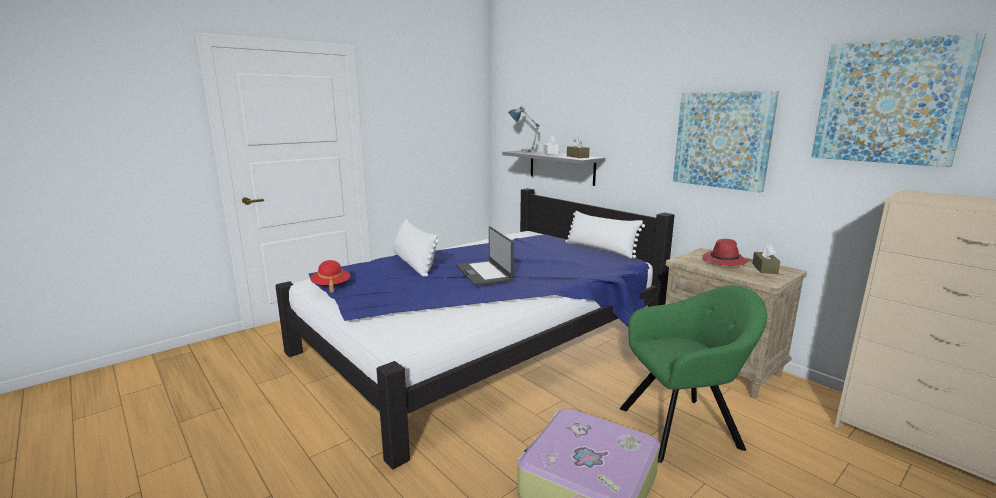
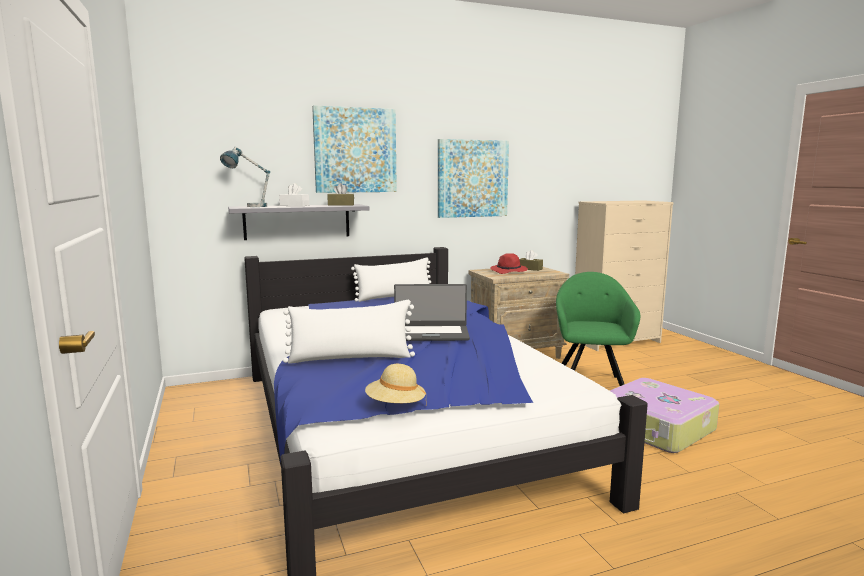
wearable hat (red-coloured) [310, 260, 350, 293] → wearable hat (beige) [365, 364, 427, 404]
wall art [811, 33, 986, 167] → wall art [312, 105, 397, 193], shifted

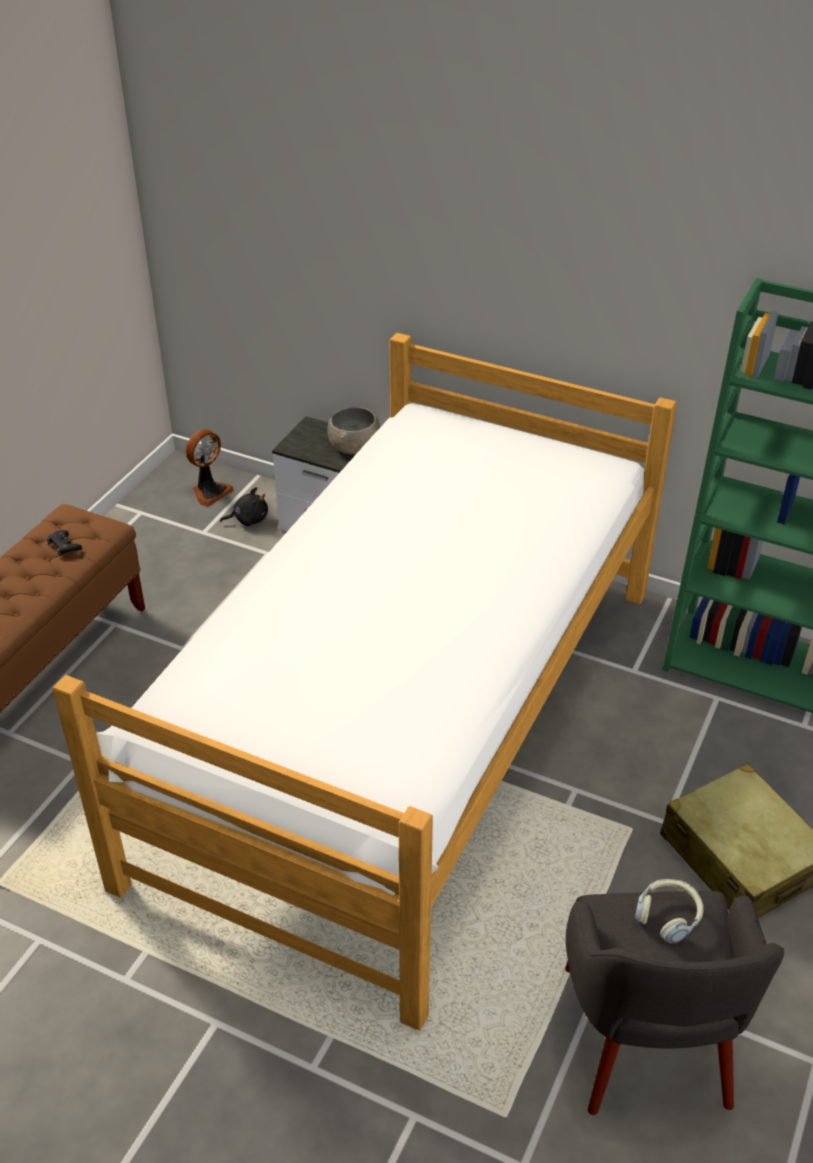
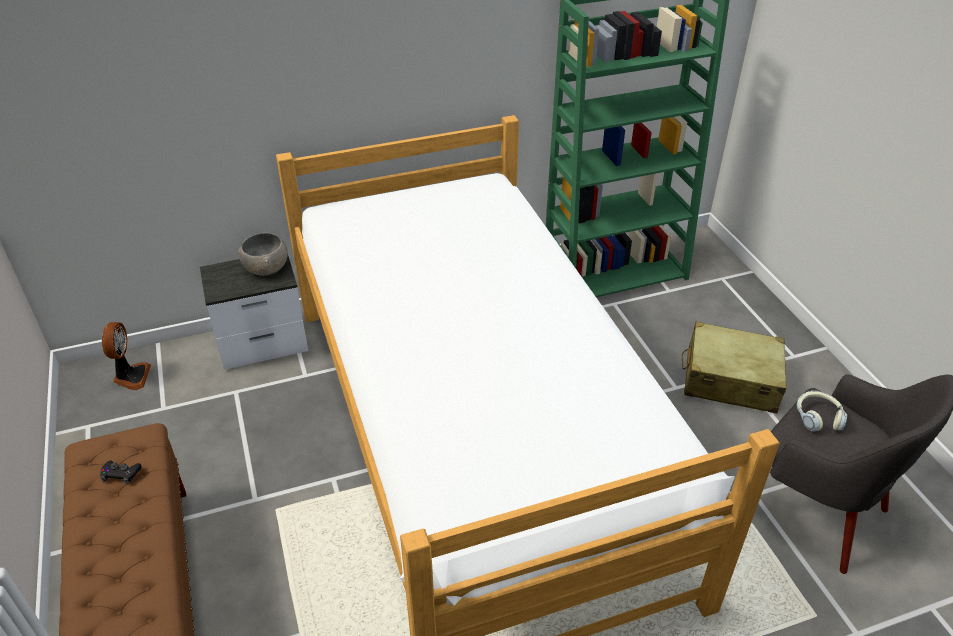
cuddly toy (blackish) [220, 487, 268, 526] → -

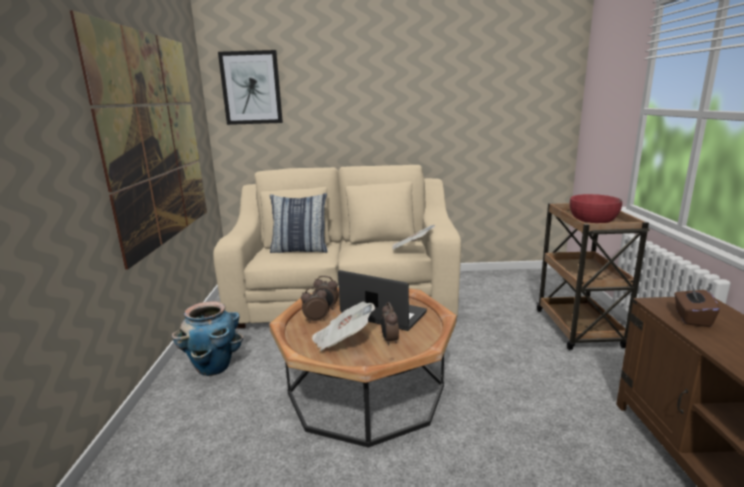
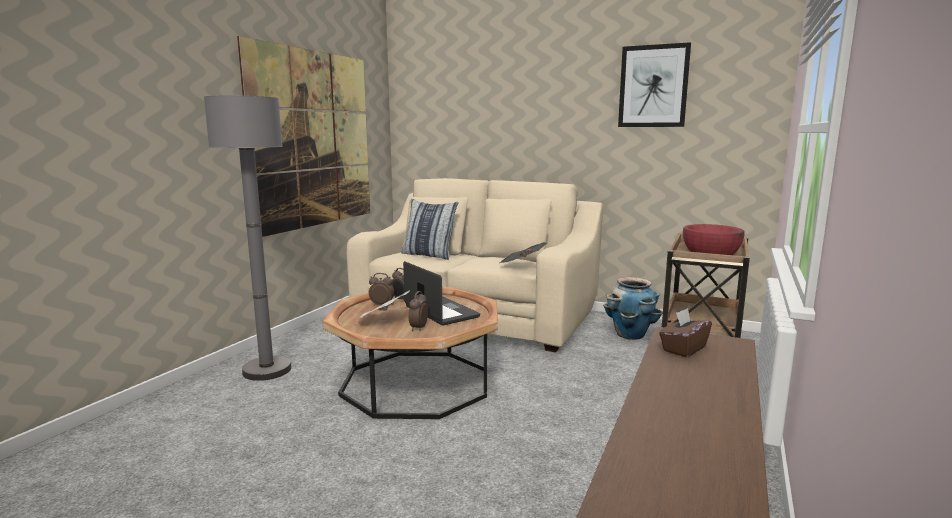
planter [172, 301, 243, 376] → planter [603, 277, 663, 340], shifted
wall art [218, 50, 283, 125] → wall art [618, 42, 691, 127], shifted
- → floor lamp (greyish) [204, 95, 291, 381]

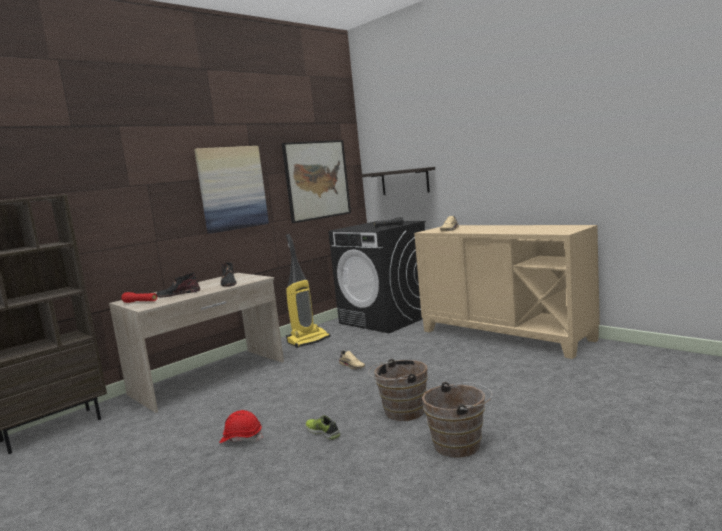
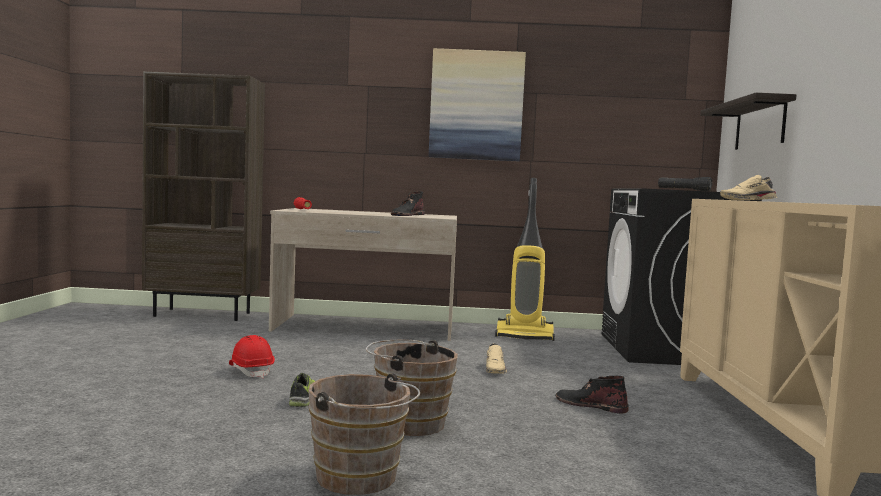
high-top boot (blackish) [156, 272, 200, 298] → high-top boot (blackish) [556, 375, 629, 413], shifted
wall art [282, 140, 351, 223] → -

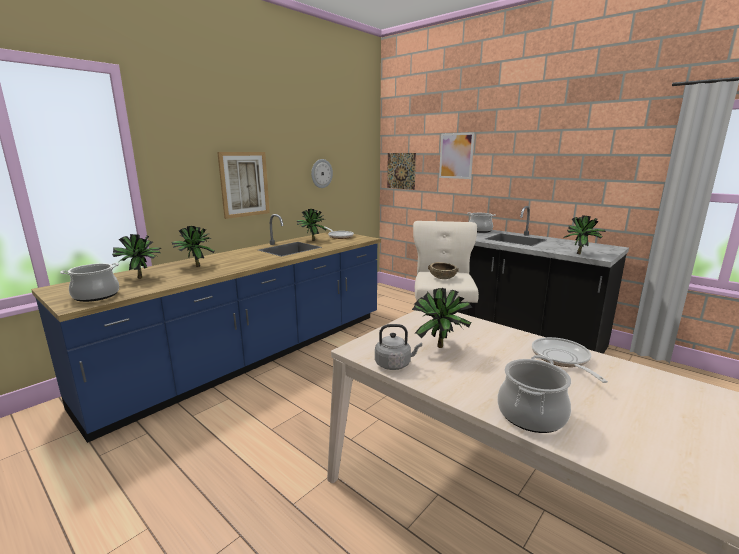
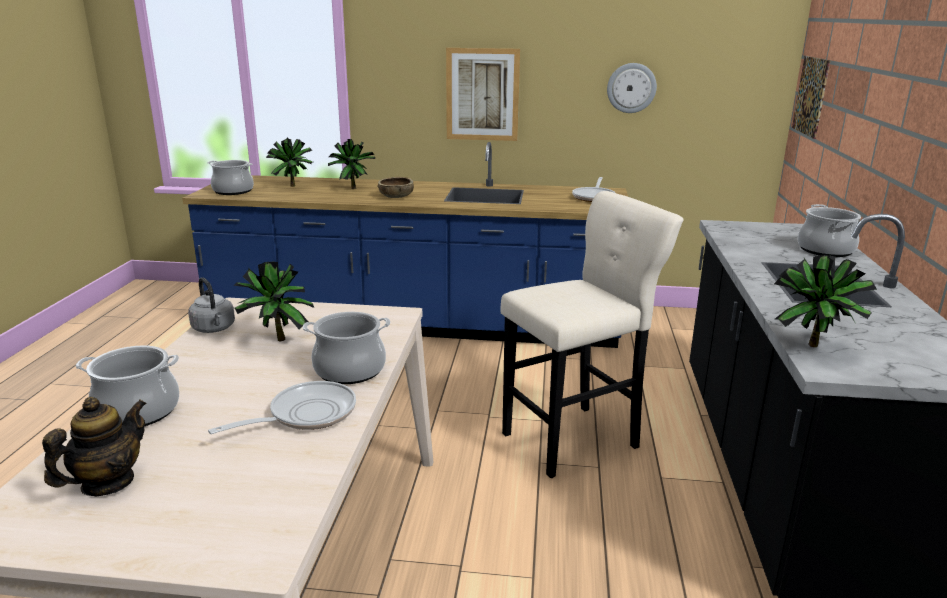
plant in a pot [296, 209, 327, 241] → -
serving bowl (brown-coloured) [428, 262, 459, 279] → serving bowl (brown-coloured) [377, 177, 414, 198], shifted
wall art [439, 132, 475, 179] → -
- → teapot [42, 397, 147, 496]
- → stockpot [303, 312, 390, 384]

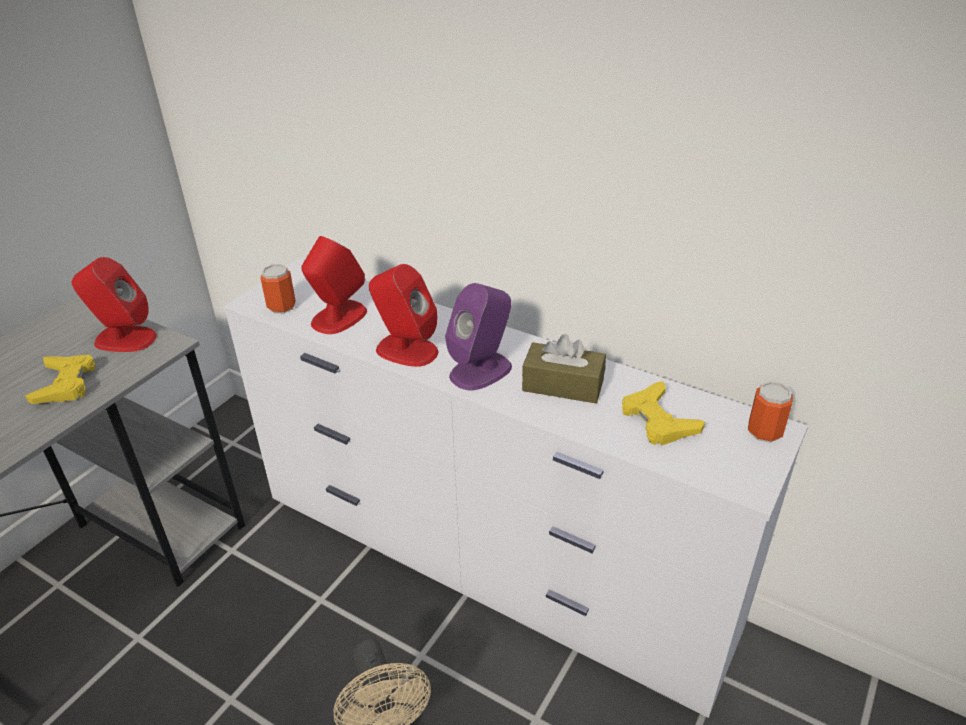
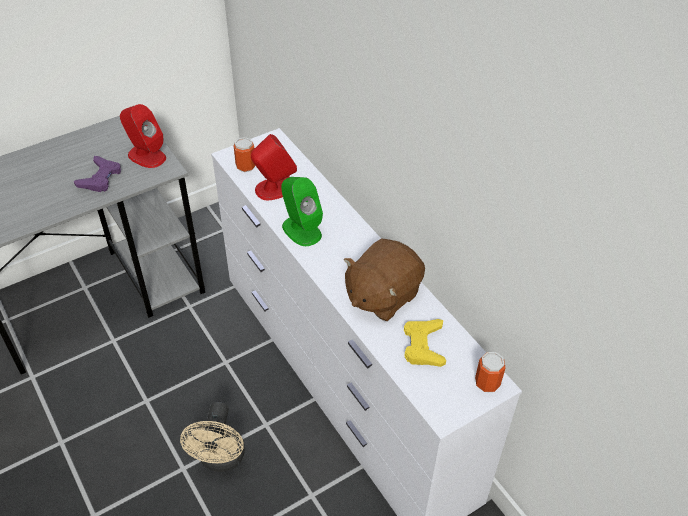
gamepad (yellowish) [25, 355, 95, 404] → gamepad (purple) [74, 156, 121, 192]
loudspeaker (red-coloured) [369, 264, 438, 367] → loudspeaker (green-coloured) [281, 177, 323, 246]
loudspeaker (purple) [445, 283, 512, 390] → -
box of tissues (brown-coloured) [522, 334, 606, 403] → cuddly toy (brown-coloured) [344, 239, 425, 321]

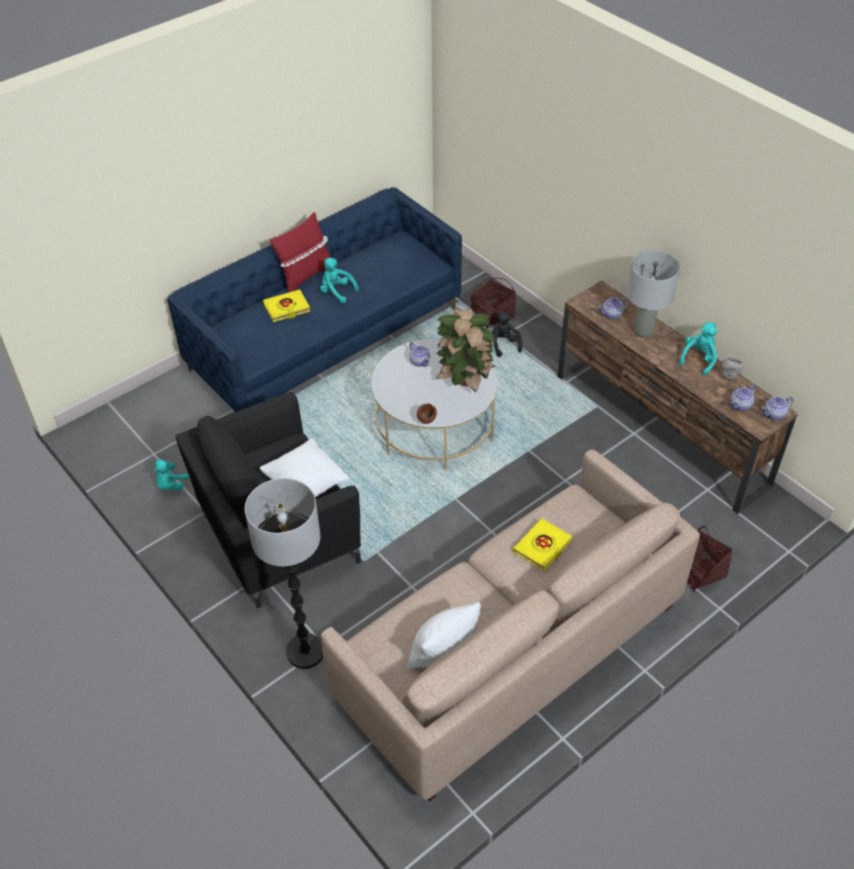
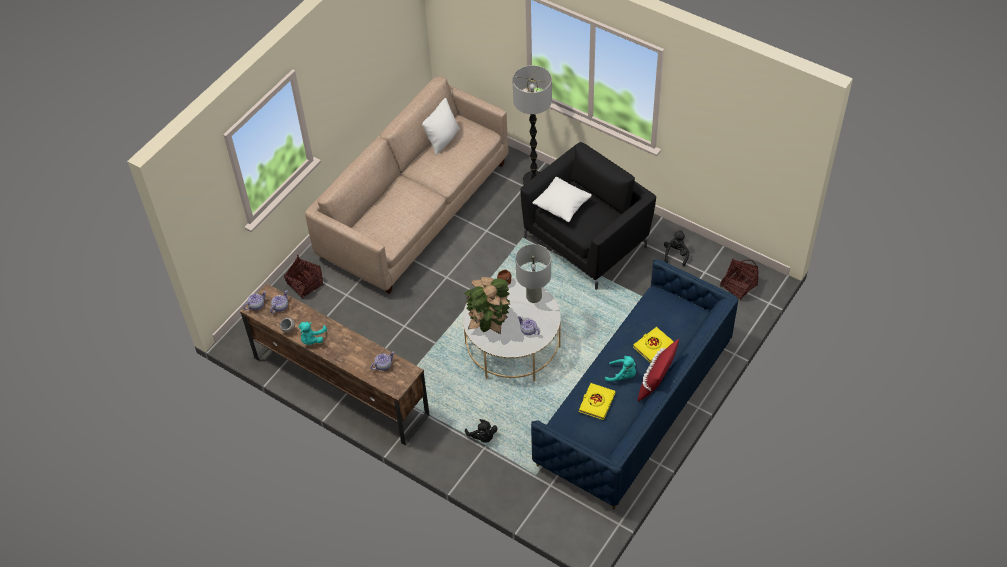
cuddly toy (turquoise) [153, 460, 190, 490] → cuddly toy (blackish) [664, 230, 689, 266]
household basket [471, 278, 516, 328] → household basket [720, 258, 758, 300], shifted
bound book (yellowish) [513, 518, 572, 571] → bound book (yellowish) [579, 383, 616, 420], shifted
table lamp (greyish) [627, 250, 680, 338] → table lamp (greyish) [515, 244, 551, 303], shifted

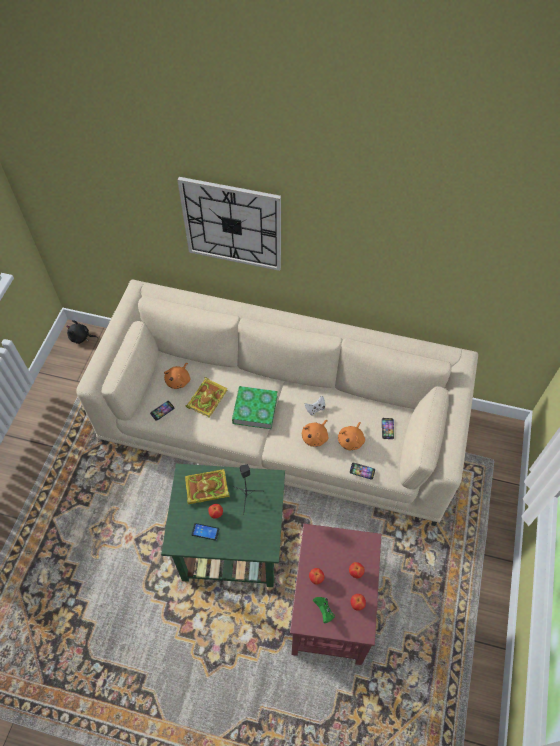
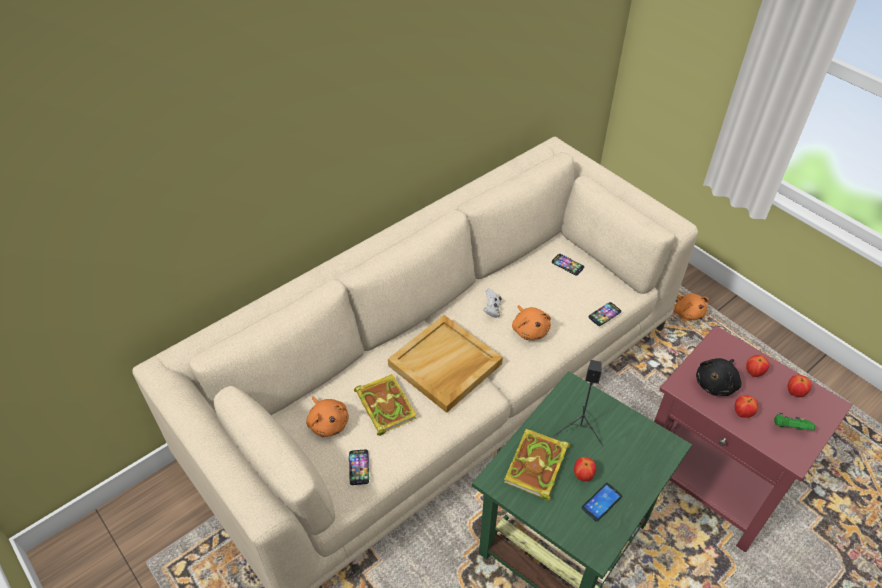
cuddly toy (blackish) [66, 320, 98, 344] → cuddly toy (blackish) [696, 358, 742, 396], shifted
hanging clock [177, 177, 281, 271] → -
bound book [232, 386, 278, 429] → tray (beige) [388, 315, 503, 413]
cuddly toy (orange) [338, 422, 365, 450] → cuddly toy (orange) [675, 293, 709, 320], shifted

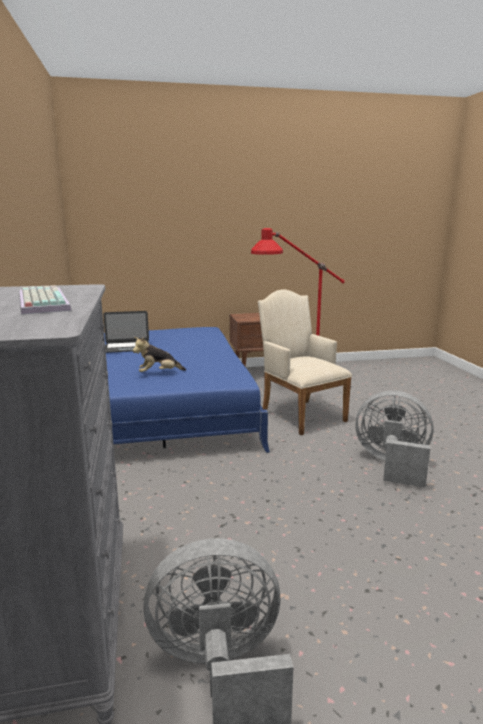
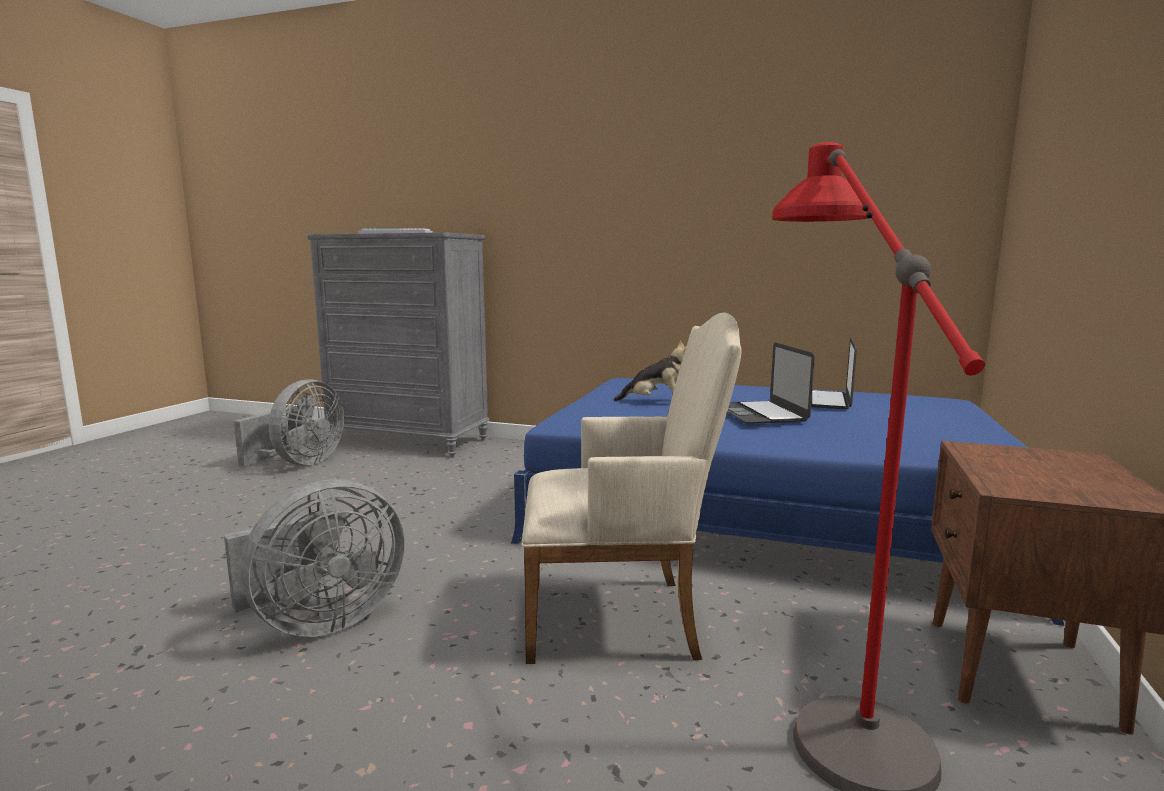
cuddly toy [133, 337, 186, 372] → cuddly toy [613, 341, 687, 401], 90 degrees clockwise
- → portable computer [727, 342, 815, 424]

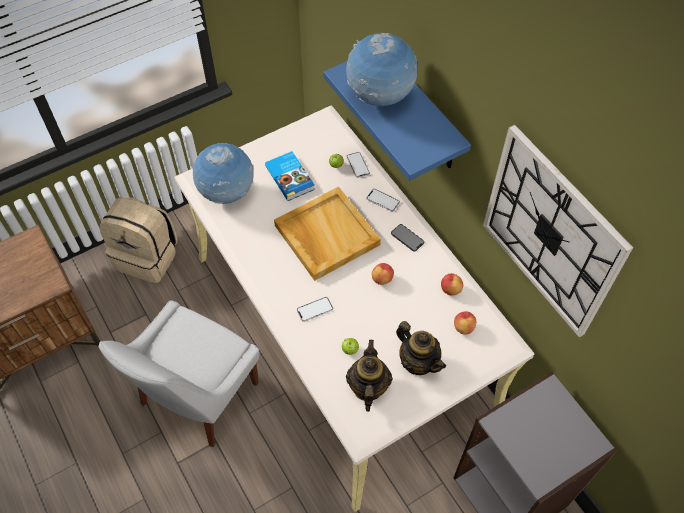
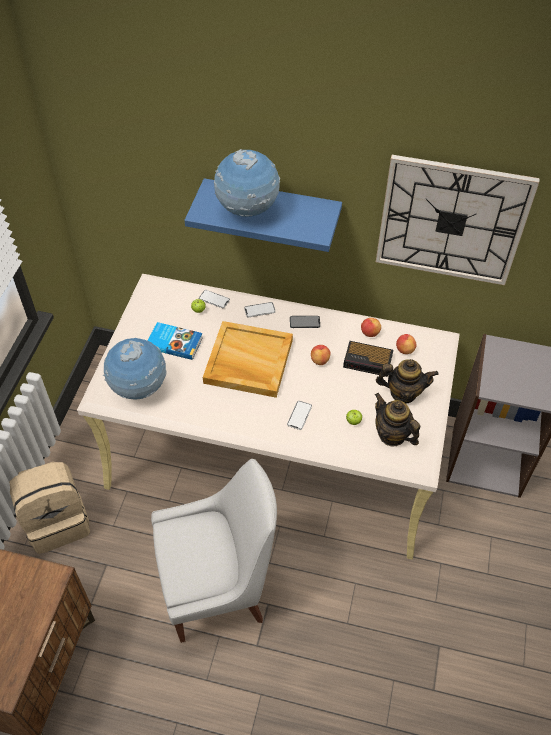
plain chair (whitish) [99, 300, 259, 447] → plain chair (whitish) [151, 459, 277, 643], 90 degrees counterclockwise
- → table clock [343, 341, 393, 377]

